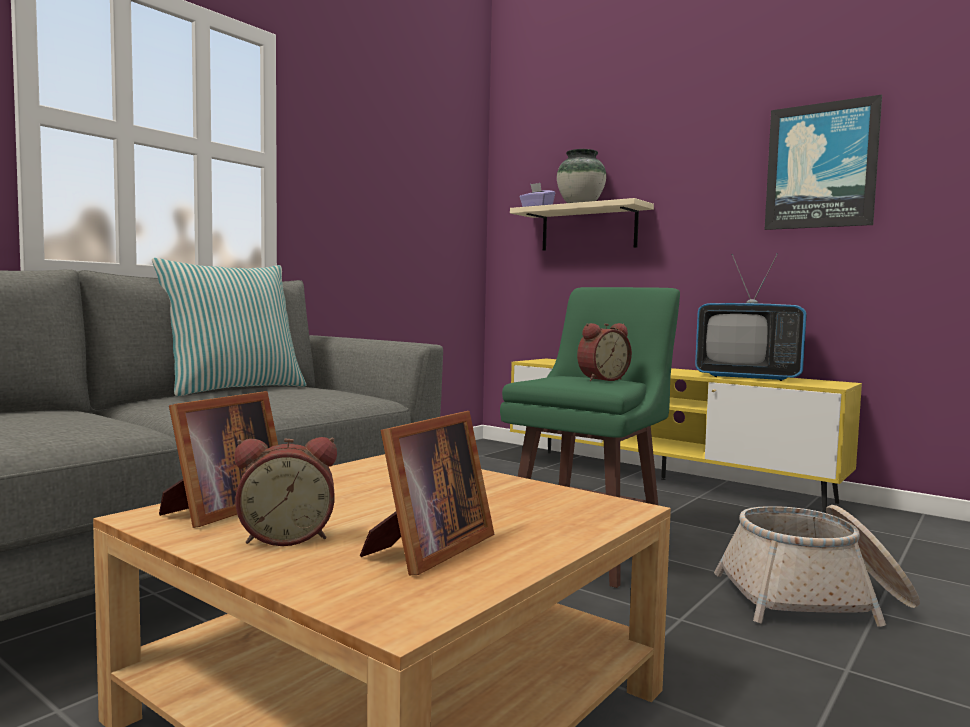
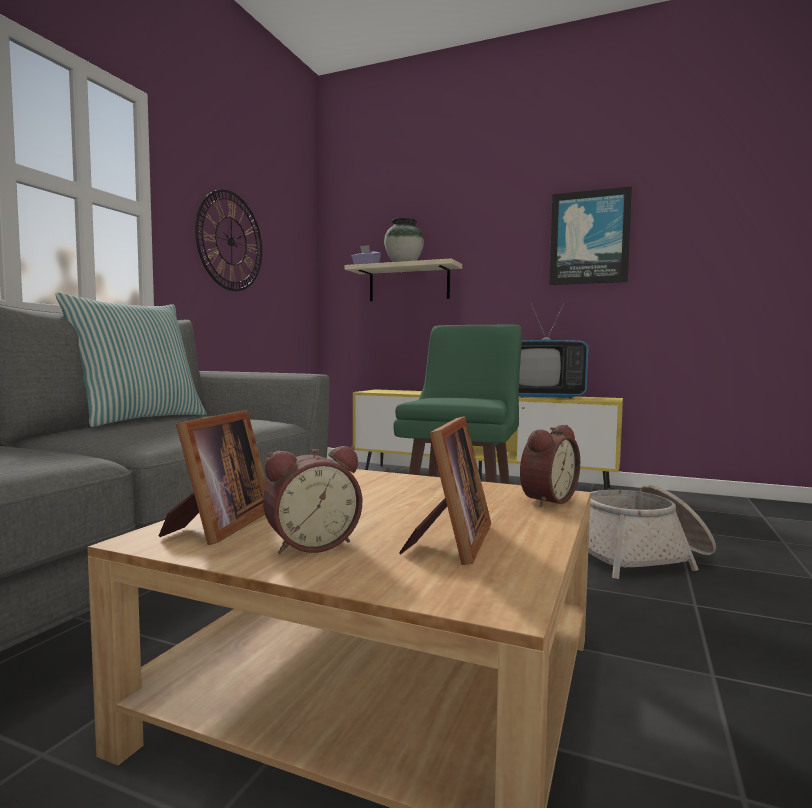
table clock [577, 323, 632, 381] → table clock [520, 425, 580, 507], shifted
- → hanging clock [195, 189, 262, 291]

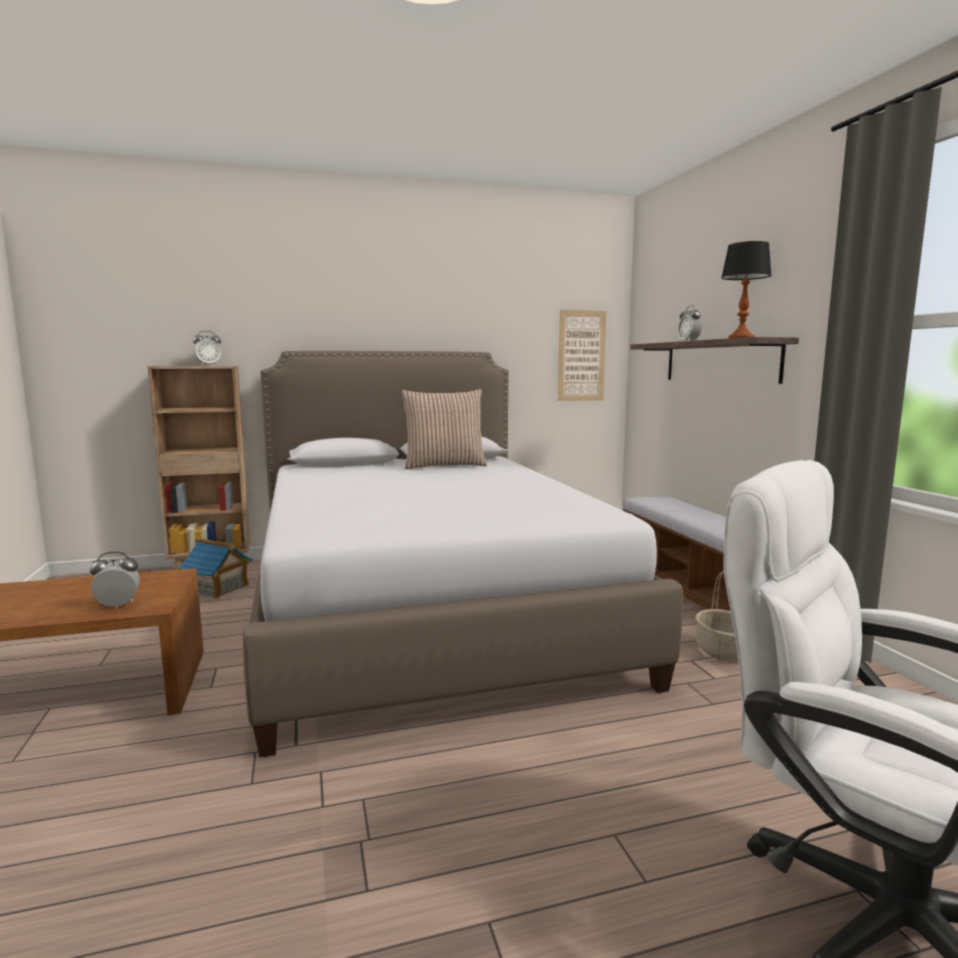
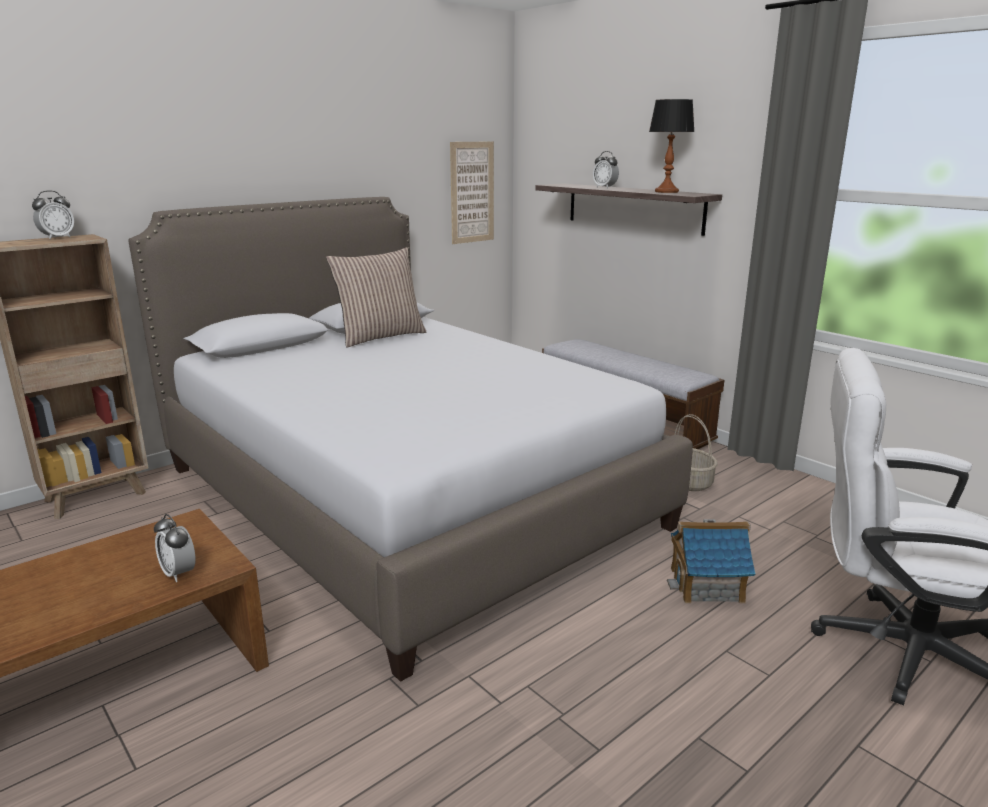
table clock [90, 552, 139, 608] → table clock [154, 514, 195, 582], 90 degrees counterclockwise
miniature house [179, 538, 252, 599] → miniature house [667, 519, 755, 603], shifted

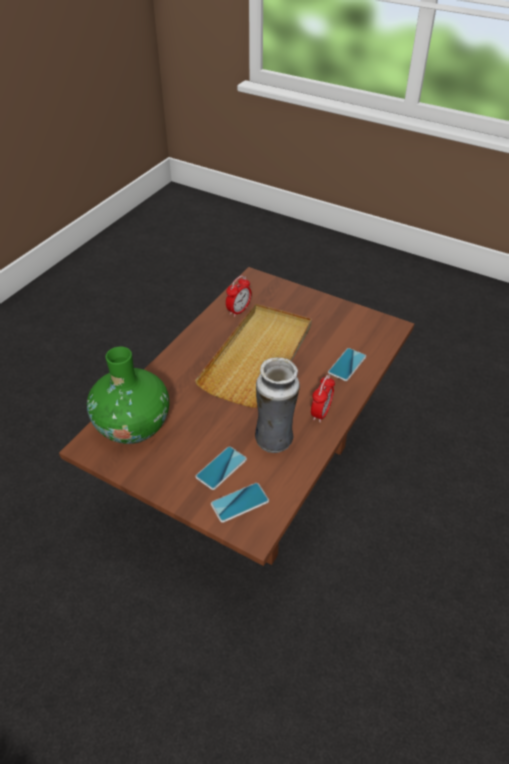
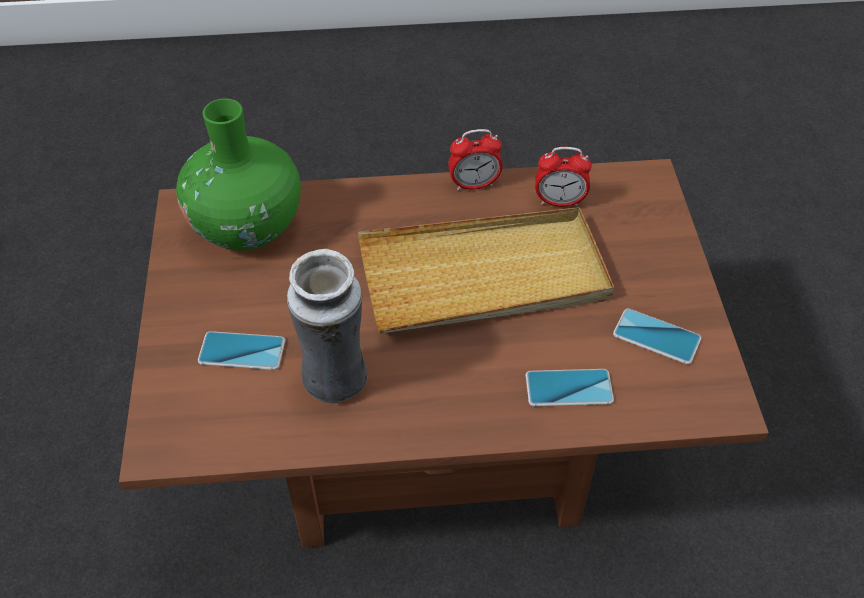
handset [211, 483, 269, 523] → handset [613, 308, 701, 364], shifted
table clock [311, 375, 335, 422] → table clock [448, 129, 503, 191], shifted

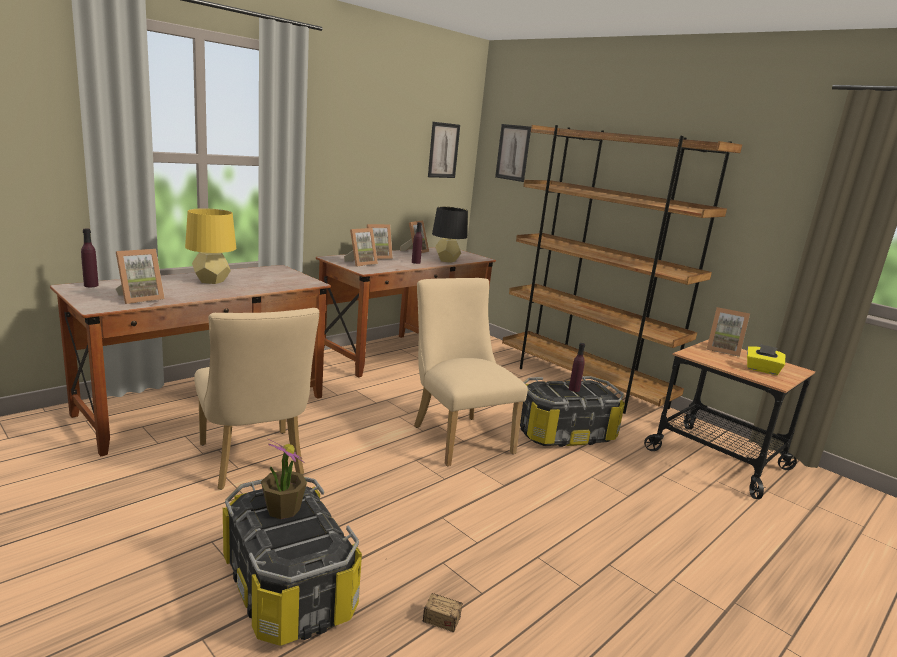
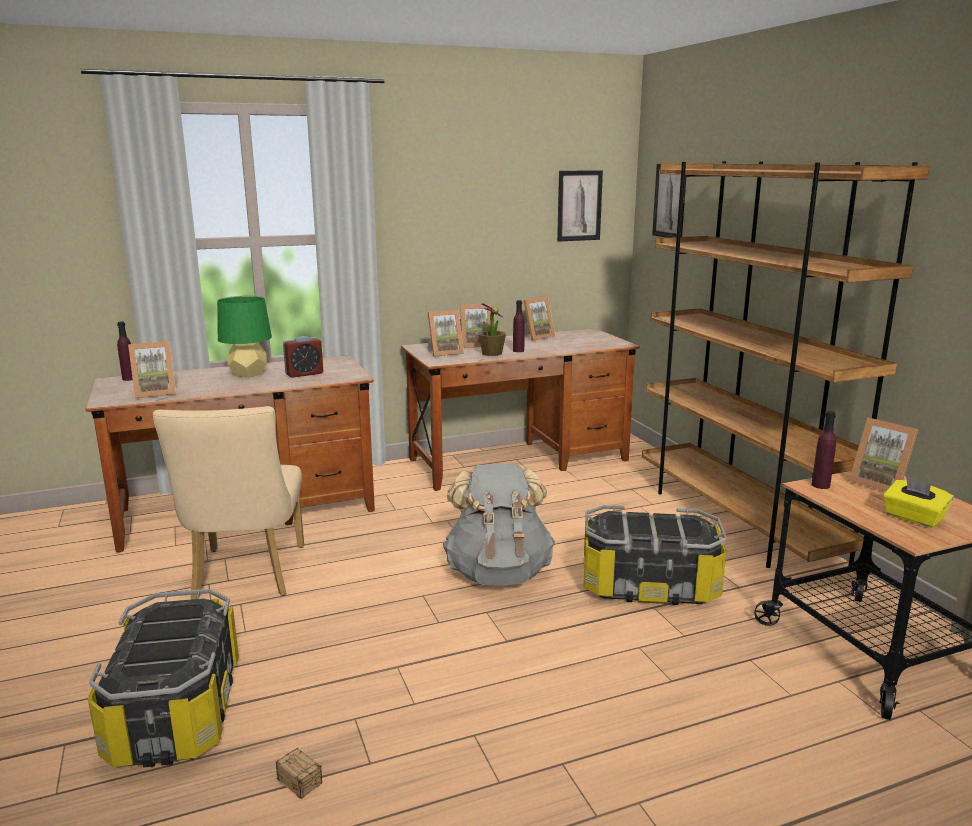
table lamp (yellowish) [185, 209, 236, 284] → table lamp (green-coloured) [217, 296, 272, 378]
plant in a pot [261, 438, 307, 519] → plant in a pot [478, 303, 506, 356], shifted
plain chair (beige) [414, 278, 528, 466] → knapsack (greyish) [443, 464, 555, 586]
table lamp (blackish) [432, 207, 468, 263] → -
drink bottle (purple) [569, 343, 585, 392] → drink bottle (purple) [811, 411, 836, 489], shifted
- → table clock [283, 336, 323, 378]

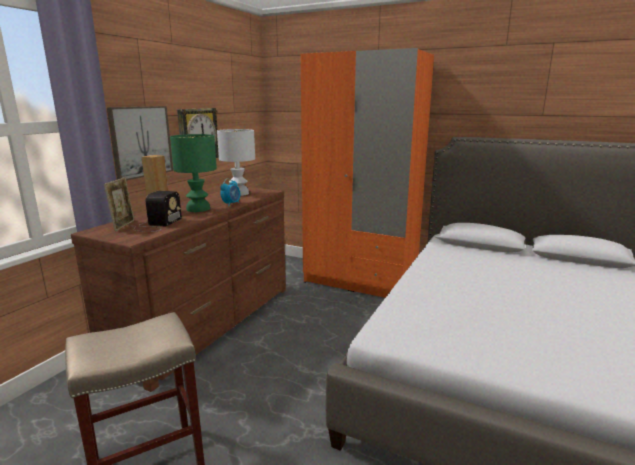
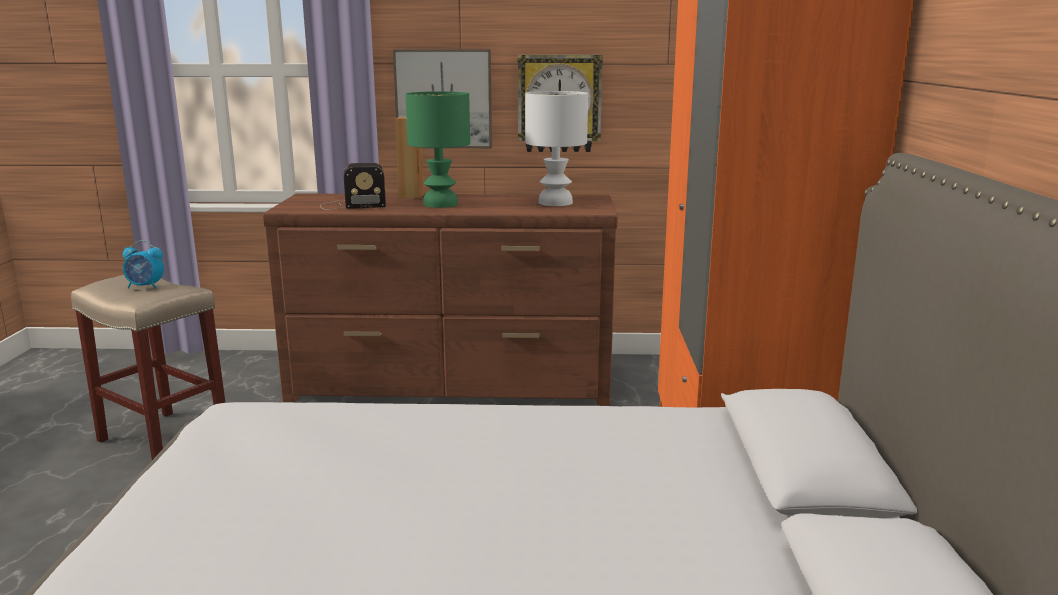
photo frame [104, 178, 135, 231] → -
table clock [220, 178, 240, 206] → table clock [123, 240, 164, 289], shifted

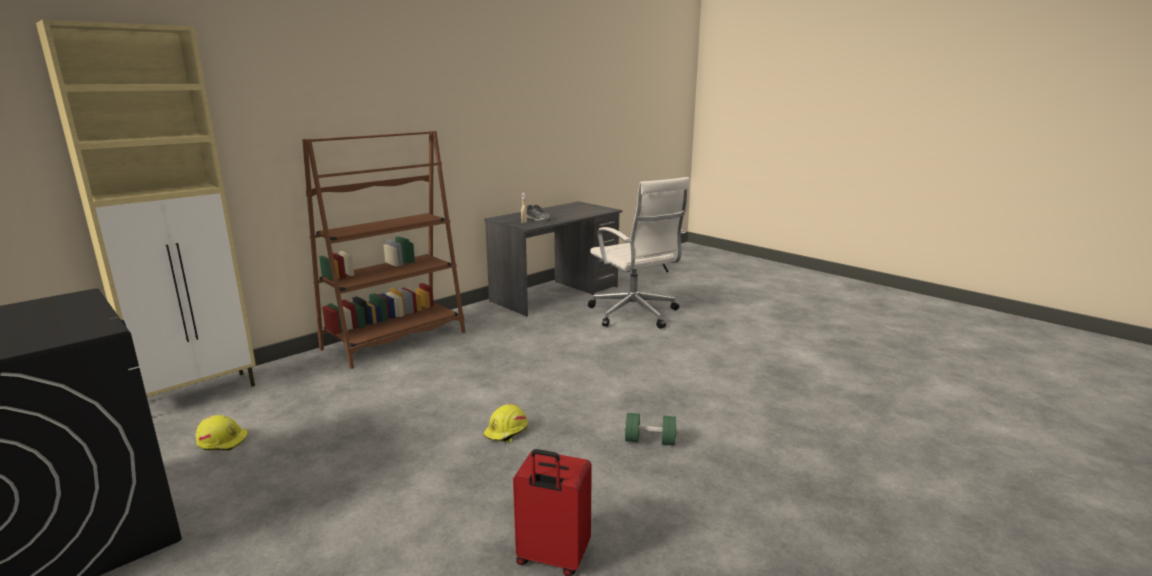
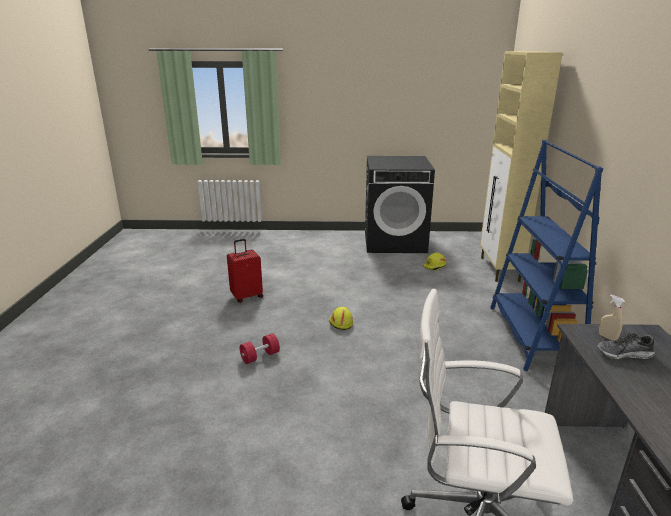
shelving unit (brown-coloured) [302, 131, 466, 369] → shelving unit (blue) [490, 140, 603, 371]
dumbbell (green-coloured) [624, 413, 678, 446] → dumbbell (red-coloured) [240, 333, 280, 364]

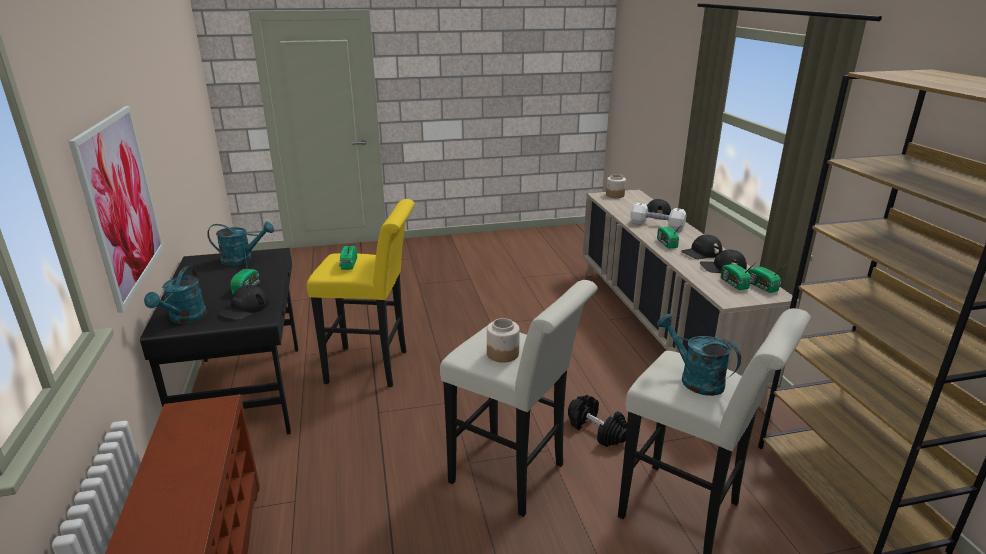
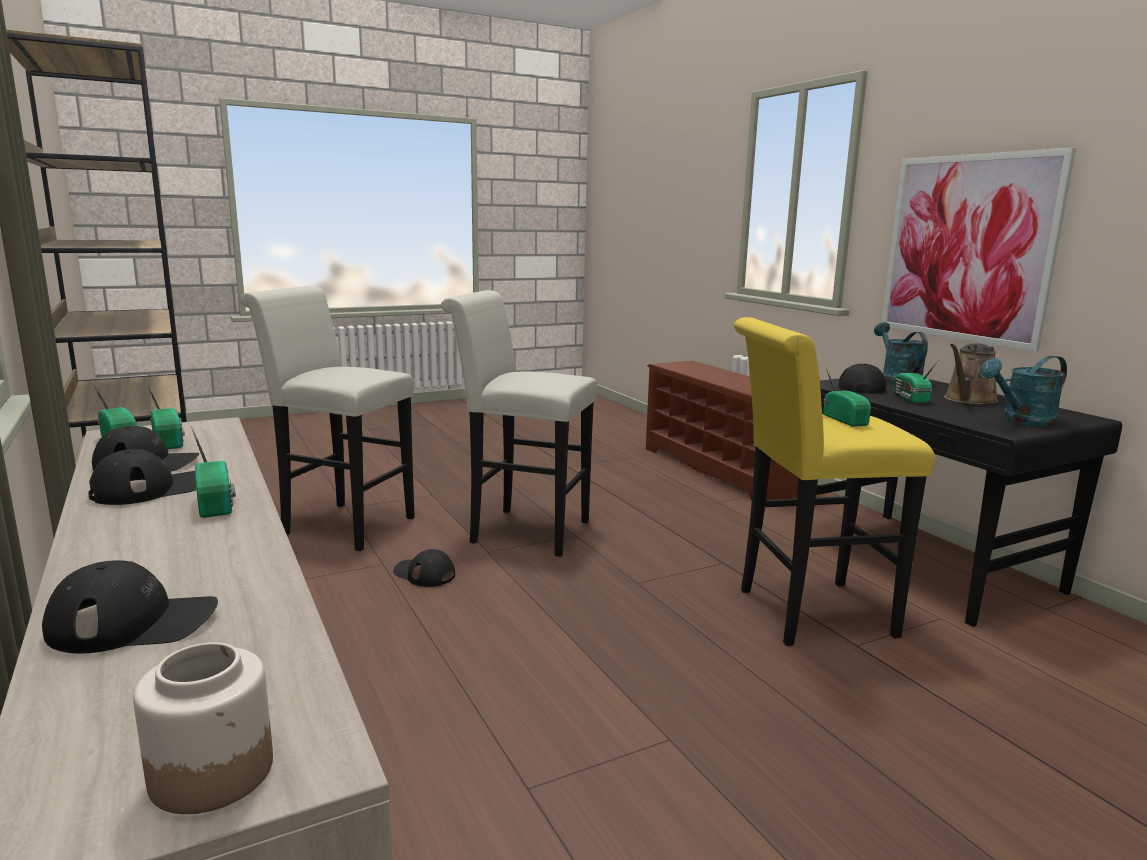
storage jar [487, 318, 520, 363] → -
dumbbell (blackish) [568, 395, 627, 447] → baseball cap (blackish) [393, 549, 455, 587]
dumbbell (whitish) [630, 202, 686, 230] → -
watering pot (turquoise) [657, 314, 741, 396] → -
- → watering pot (brown-coloured) [944, 343, 998, 405]

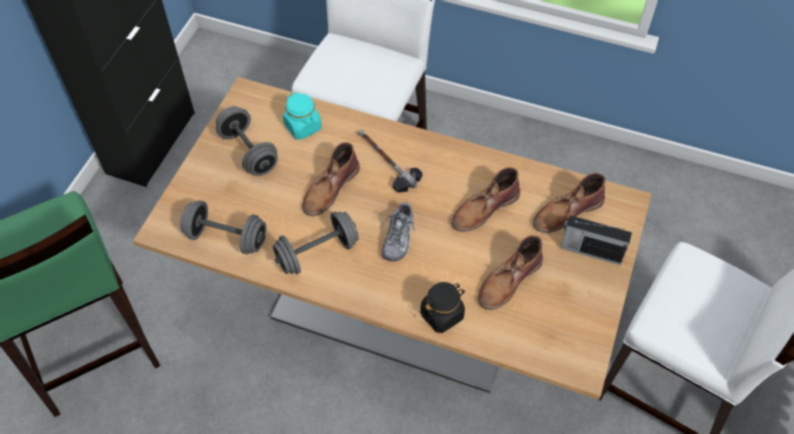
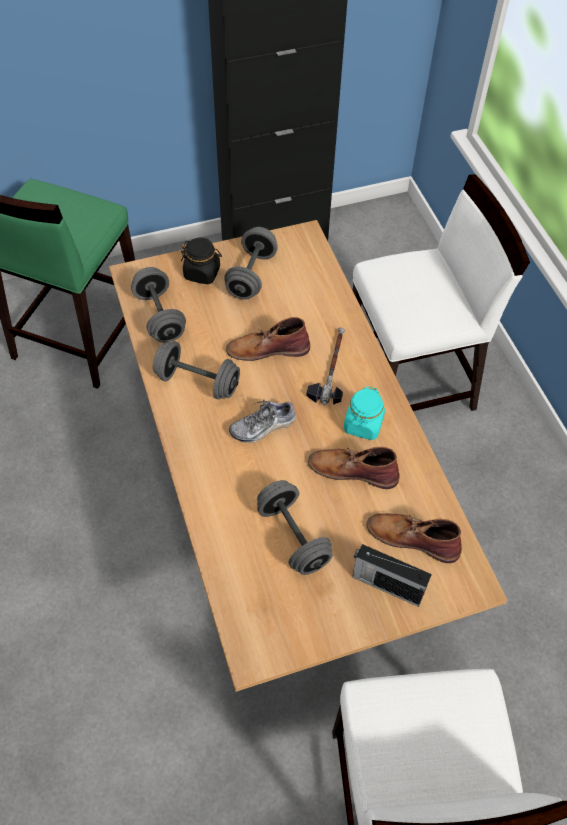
storage jar (turquoise) [283, 92, 322, 140] → storage jar (turquoise) [344, 386, 385, 440], shifted
storage jar (blackish) [420, 282, 465, 333] → storage jar (blackish) [181, 238, 222, 284], shifted
high-top boot (brown-coloured) [478, 235, 543, 310] → dumbbell (greyish) [257, 480, 333, 575]
radio [560, 215, 632, 265] → radio [352, 544, 432, 607], 45 degrees counterclockwise

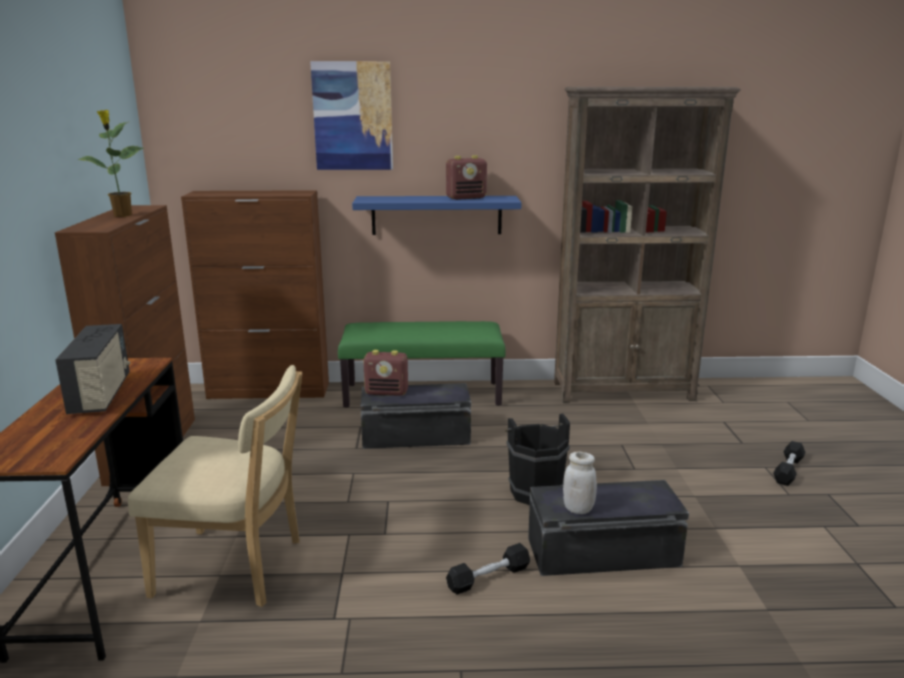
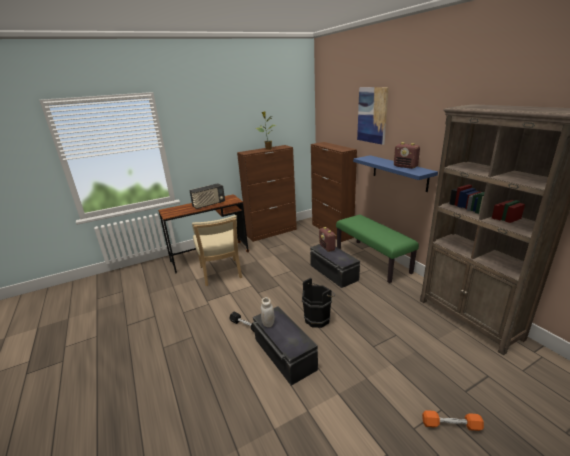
dumbbell (blackish) [773, 441, 806, 486] → dumbbell (orange) [422, 410, 484, 431]

